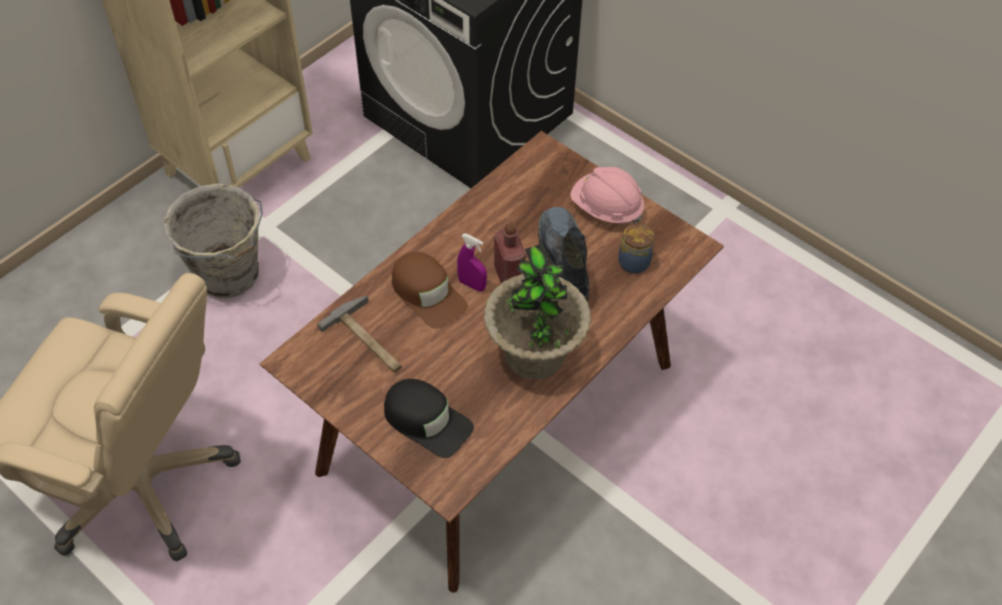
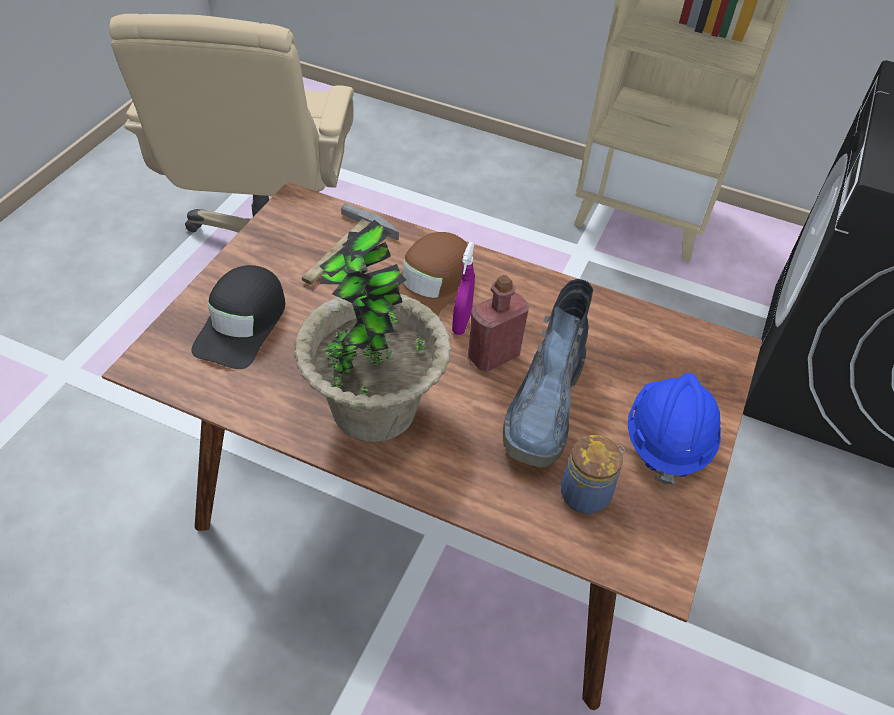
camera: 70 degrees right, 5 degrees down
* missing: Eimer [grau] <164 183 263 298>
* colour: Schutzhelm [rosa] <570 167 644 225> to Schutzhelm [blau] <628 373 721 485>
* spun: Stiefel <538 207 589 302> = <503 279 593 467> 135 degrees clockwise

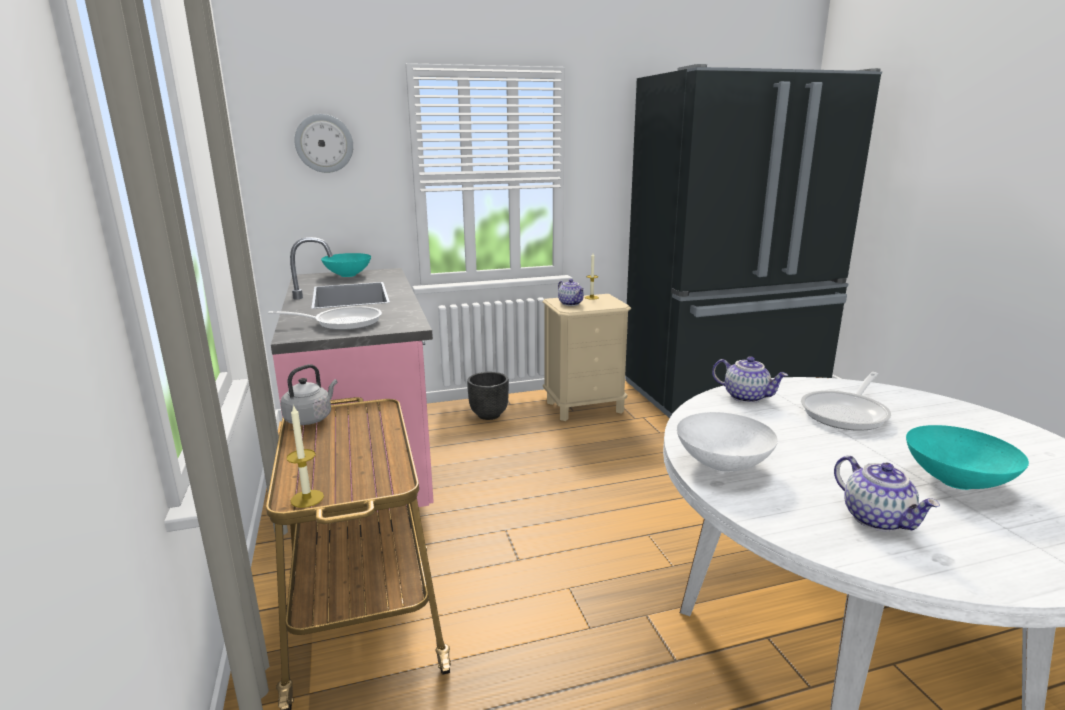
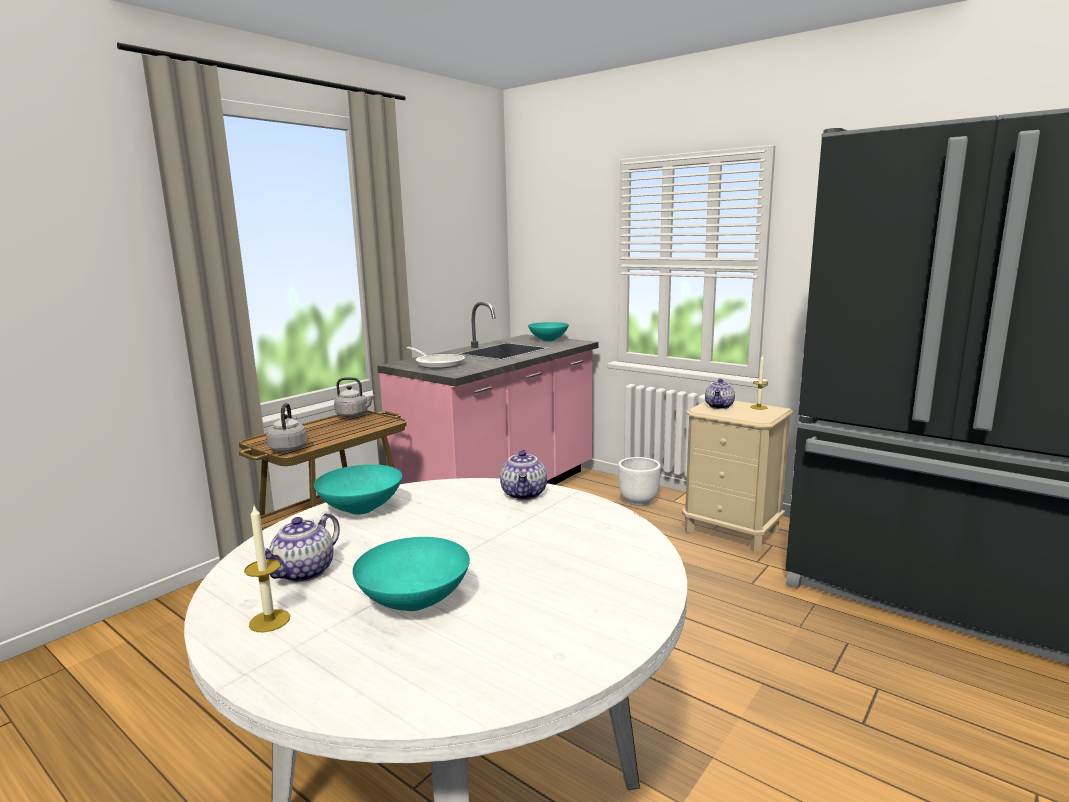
camera: 55 degrees right, 5 degrees down
* missing: Wanduhr <294 114 353 173>
* missing: Pfanne <801 372 891 431>
* appeared: Wasserkessel [grau] <266 403 307 452>
* relocated: Kerze <286 405 324 508> to <244 506 290 632>
* colour: Pflanzkübel [schwarz] <467 372 509 420> to Pflanzkübel [weiß] <618 457 661 506>
* colour: Schüssel [weiß] <677 412 778 472> to Schüssel [türkis] <314 464 402 515>

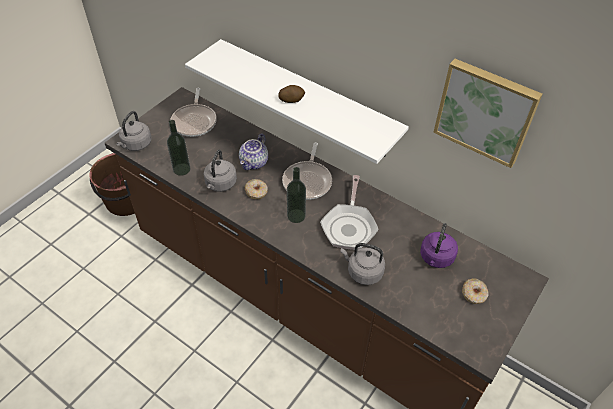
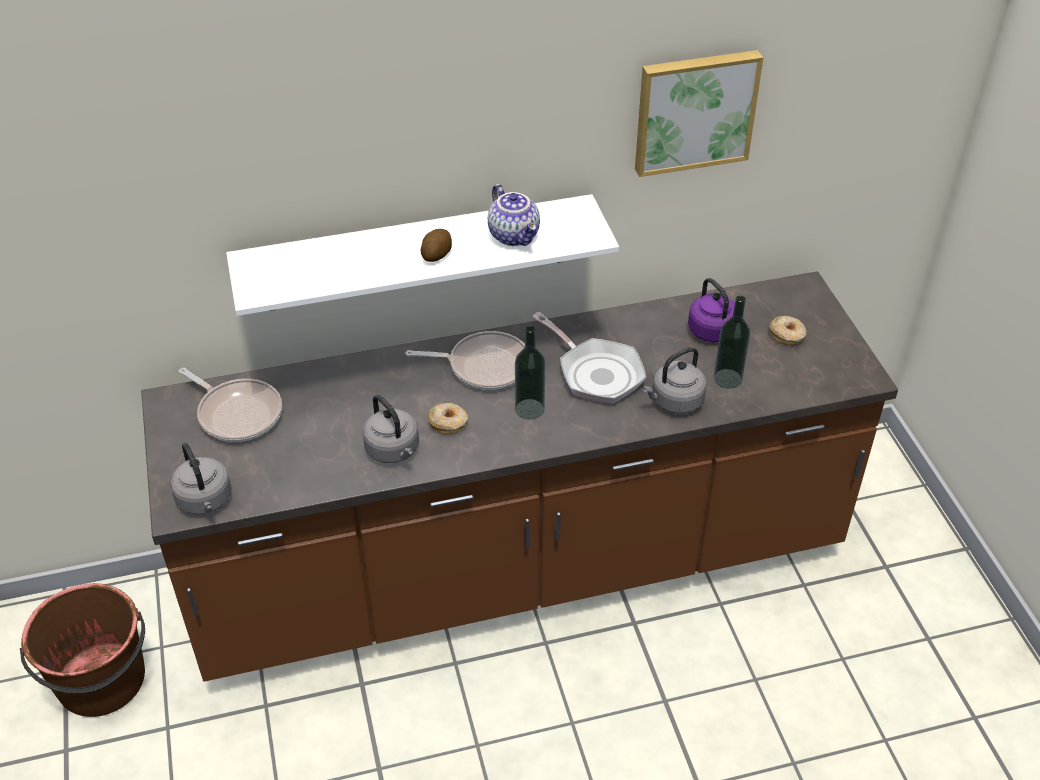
camera: 50 degrees left, 5 degrees down
* relocated: Flasche <167 120 190 176> to <714 295 750 389>
* relocated: Teekanne <239 133 268 170> to <488 184 540 246>
* spun: Pfanne <282 142 332 200> = <406 331 525 390> 45 degrees counterclockwise

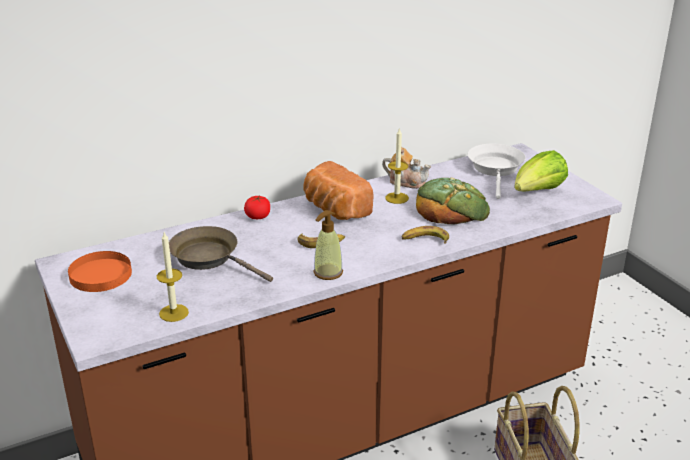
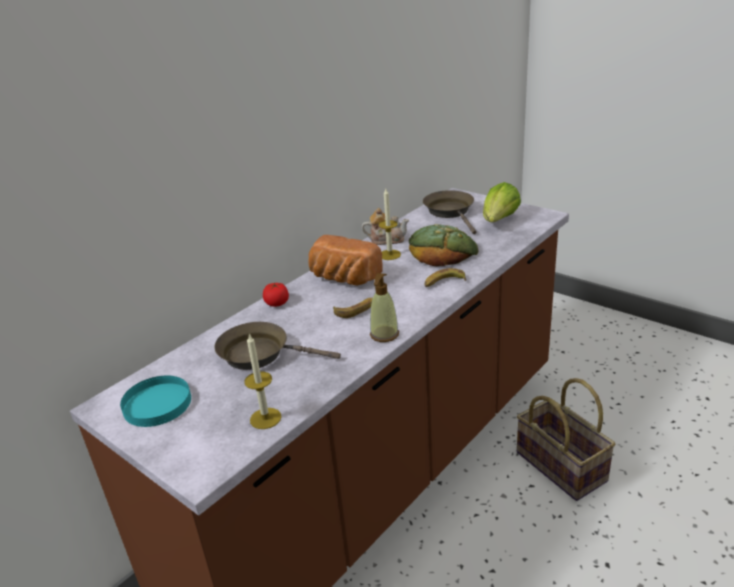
camera: 20 degrees left, 0 degrees up
* colour: Teller [orange] <68 251 132 292> to Teller [türkis] <120 375 191 427>
* colour: Pfanne [weiß] <468 143 526 199> to Pfanne [braun] <423 190 476 234>

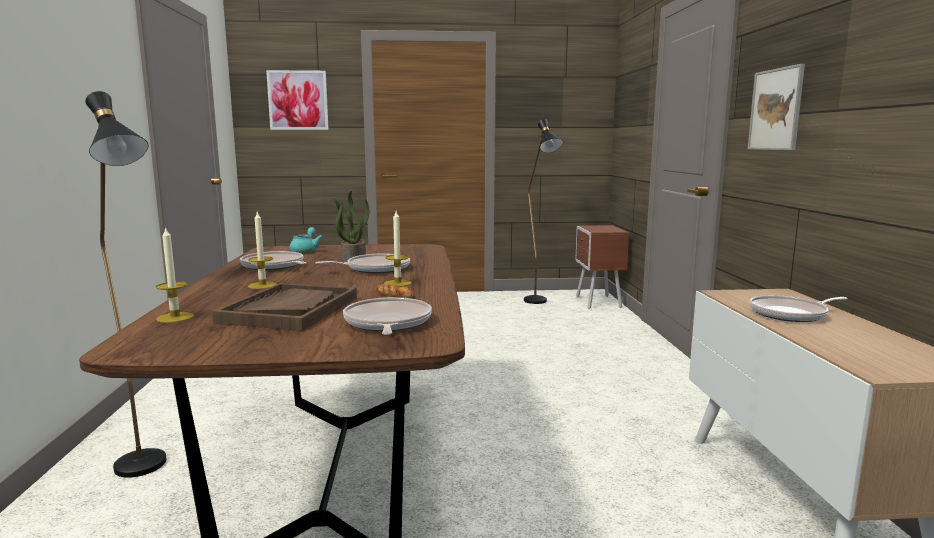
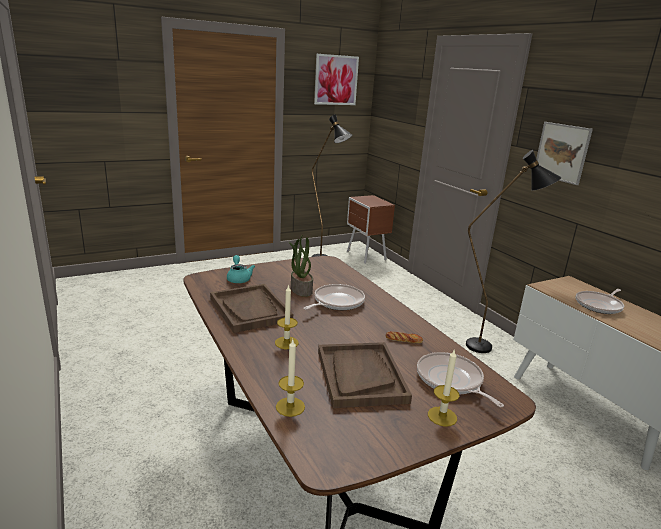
camera: 25 degrees left, 10 degrees up
* relocated: Stehlampe [schwarz] <85 91 166 478> to <466 150 562 353>
* relocated: Bild <266 70 329 130> to <314 54 359 105>
* relocated: Kerze <384 211 412 287> to <428 349 459 427>
* exchanged: Pfanne <240 251 306 270> to Tablett [braun] <210 284 293 333>

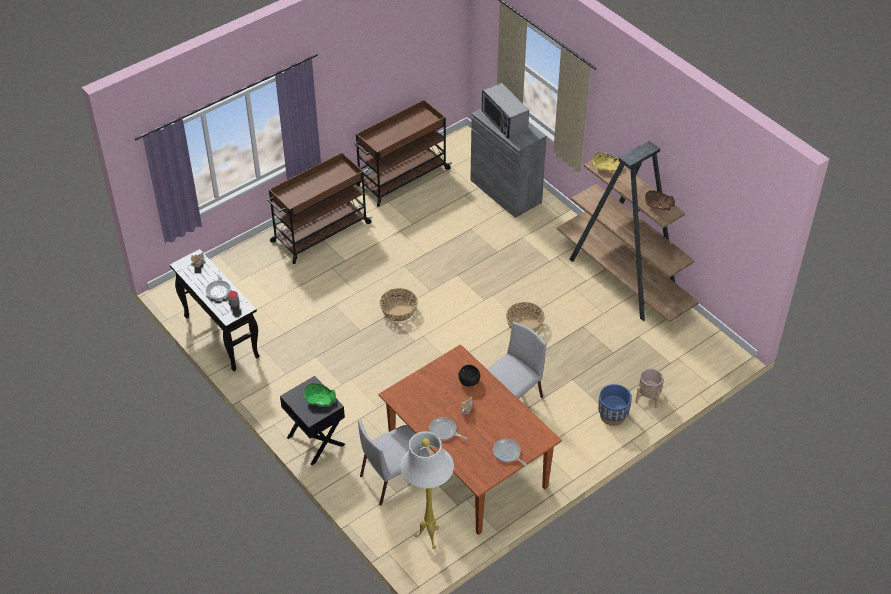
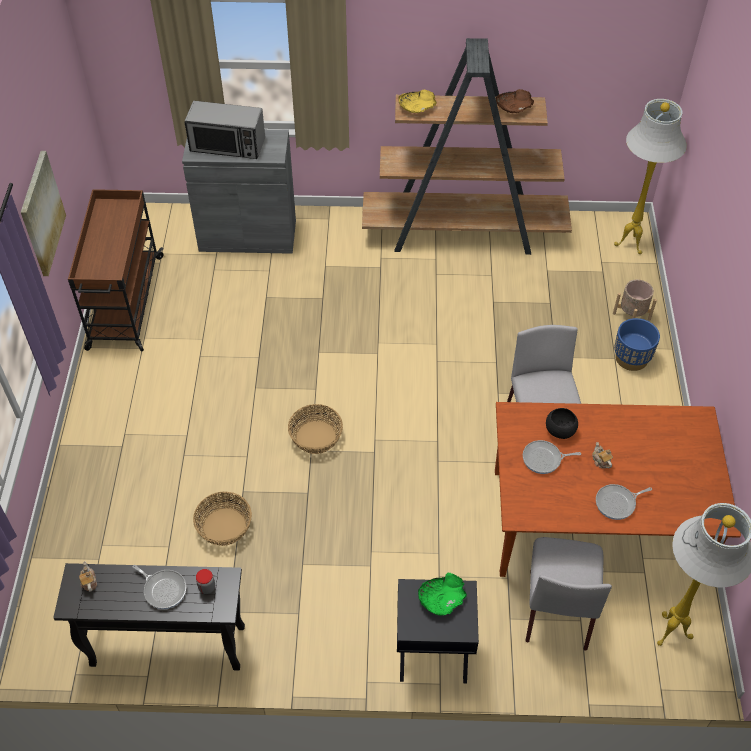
camera: 50 degrees left, 5 degrees up
* missing: Rollwagen [braun] <267 152 372 264>
* appeared: Bild <21 151 66 276>
* appeared: Stehlampe [weiß] <614 99 687 254>
* relocated: Pfanne <493 439 528 466> to <523 440 581 474>
* relocated: Korb <506 302 545 332> to <193 492 252 546>

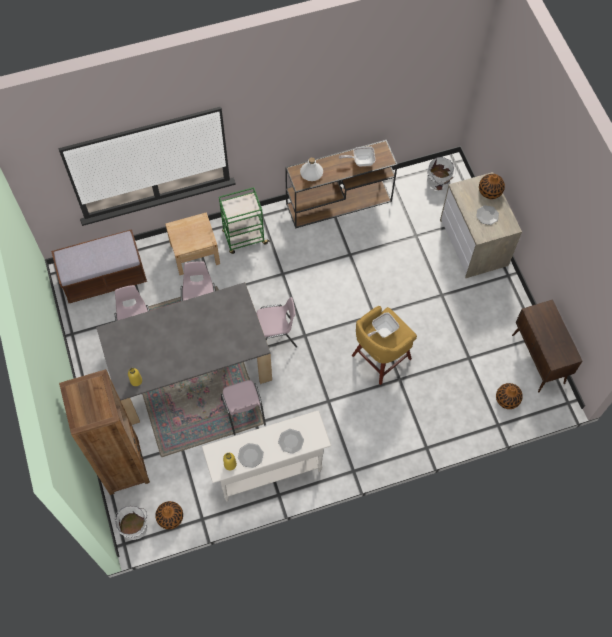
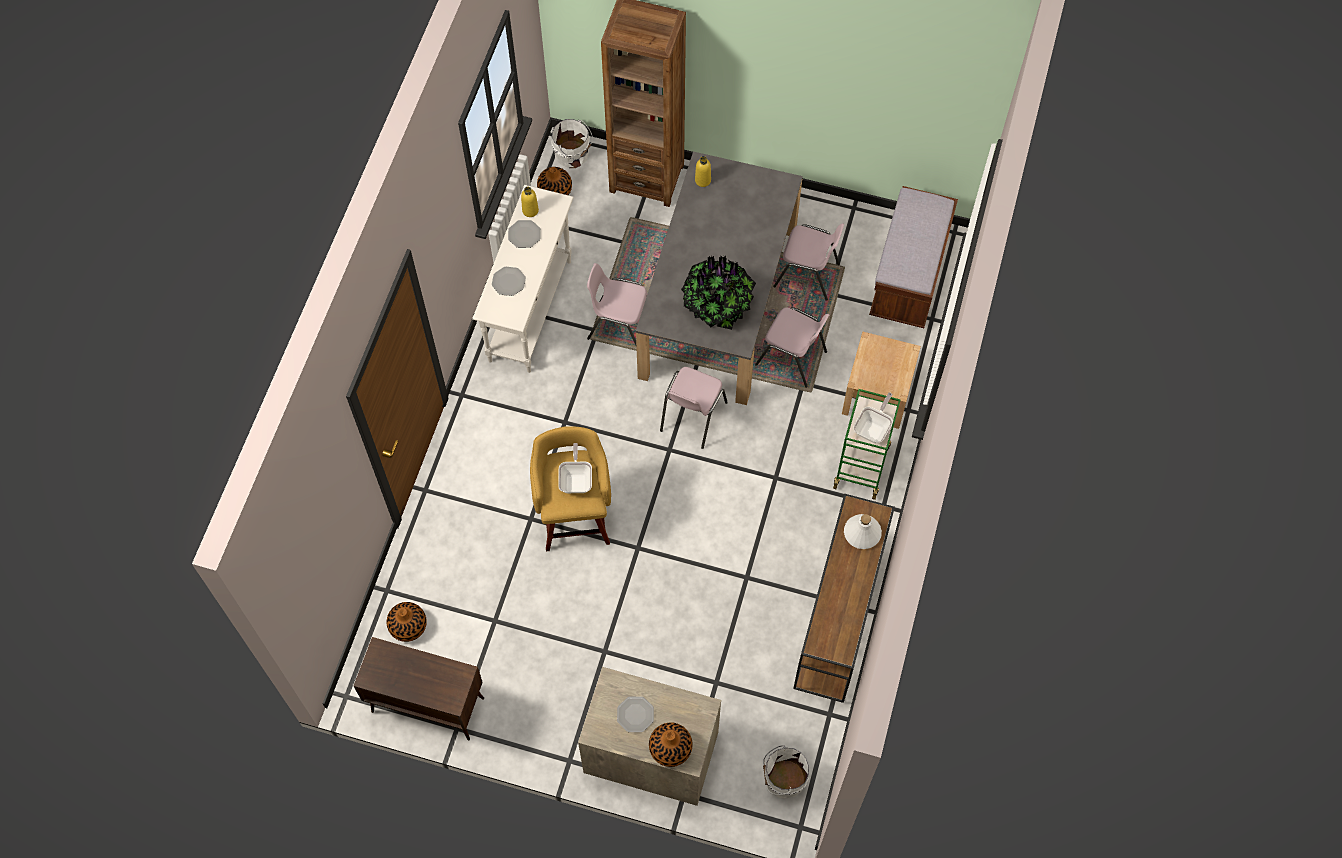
camera: 125 degrees right, 0 degrees up
* appeared: Topfpflanze <681 256 756 330>
* relocated: Pfanne <339 146 375 166> to <853 392 893 443>

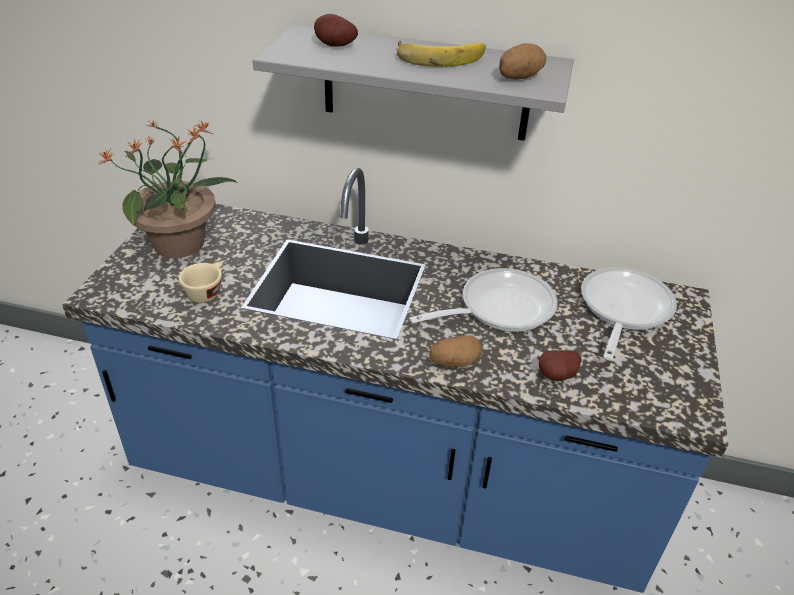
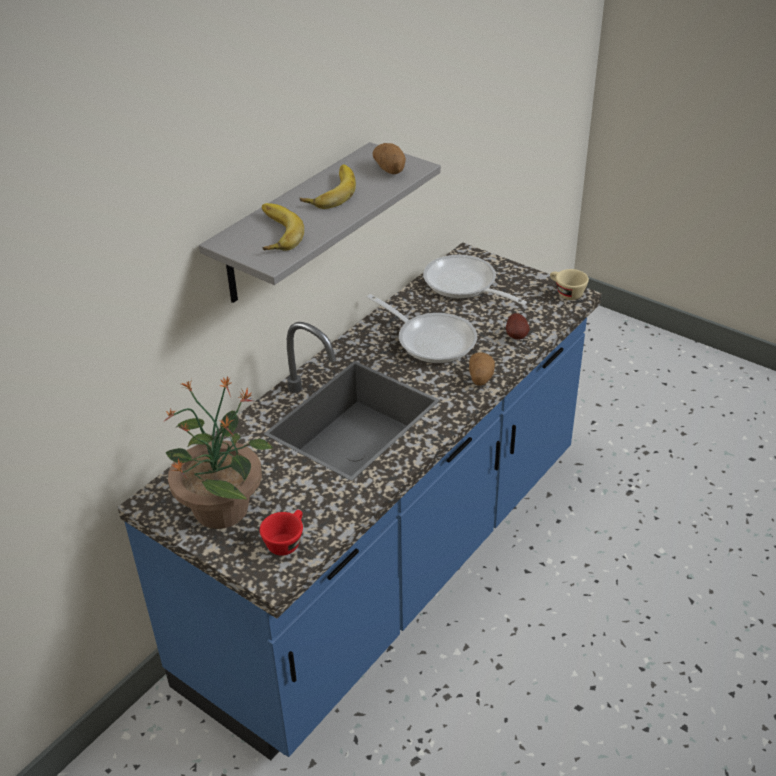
camera: 65 degrees left, 0 degrees up
* appeared: Tasse [rot] <260 510 303 556>
* relocated: Tasse [beige] <179 262 223 303> to <550 269 589 300>
* exchanged: Kartoffel <314 14 358 46> to Banane <262 203 304 251>
* spun: Pfanne <409 268 558 332> = <367 294 477 363> 135 degrees clockwise

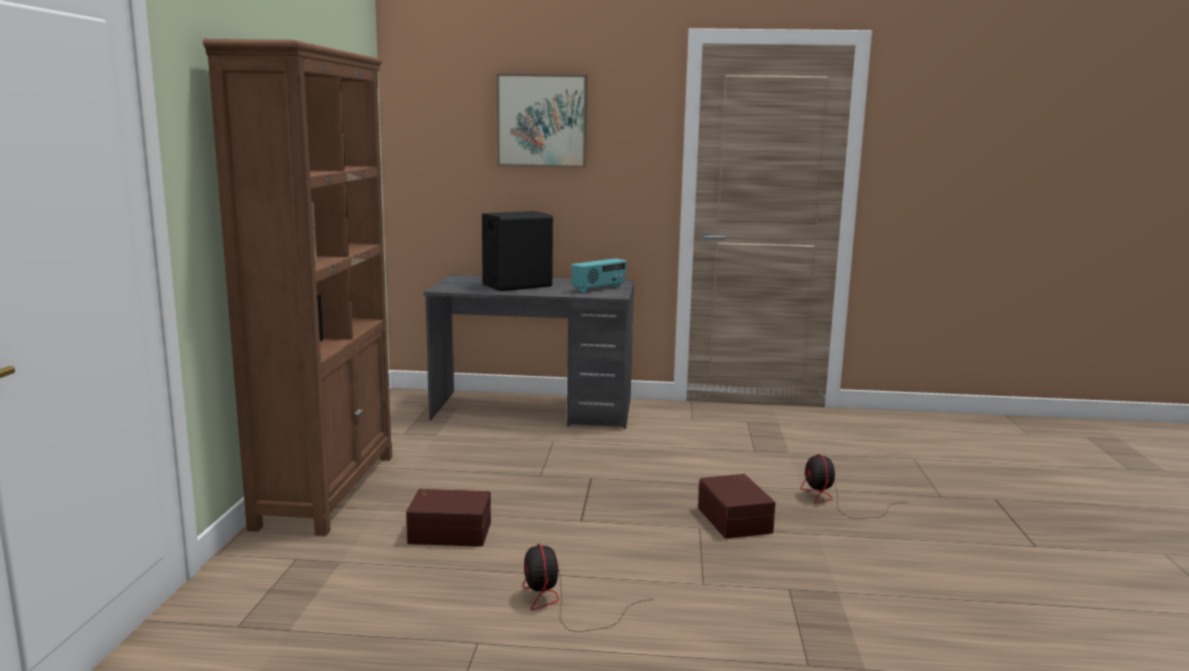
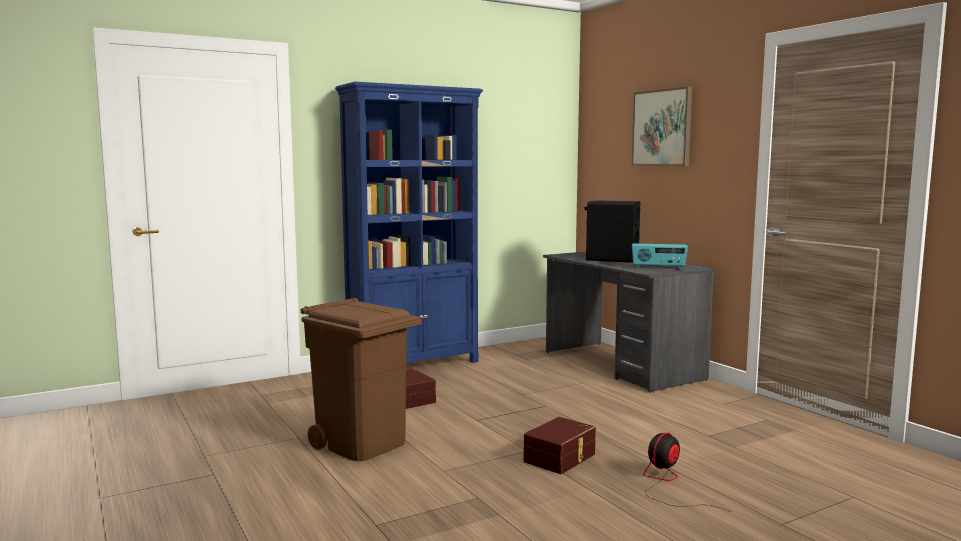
camera: 55 degrees right, 5 degrees down
* exchanged: Ventilator <522 544 654 632> to Mülleimer [braun] <300 298 422 461>
* colour: Bücherregal [braun] <203 39 392 536> to Bücherregal [blau] <335 82 483 363>

